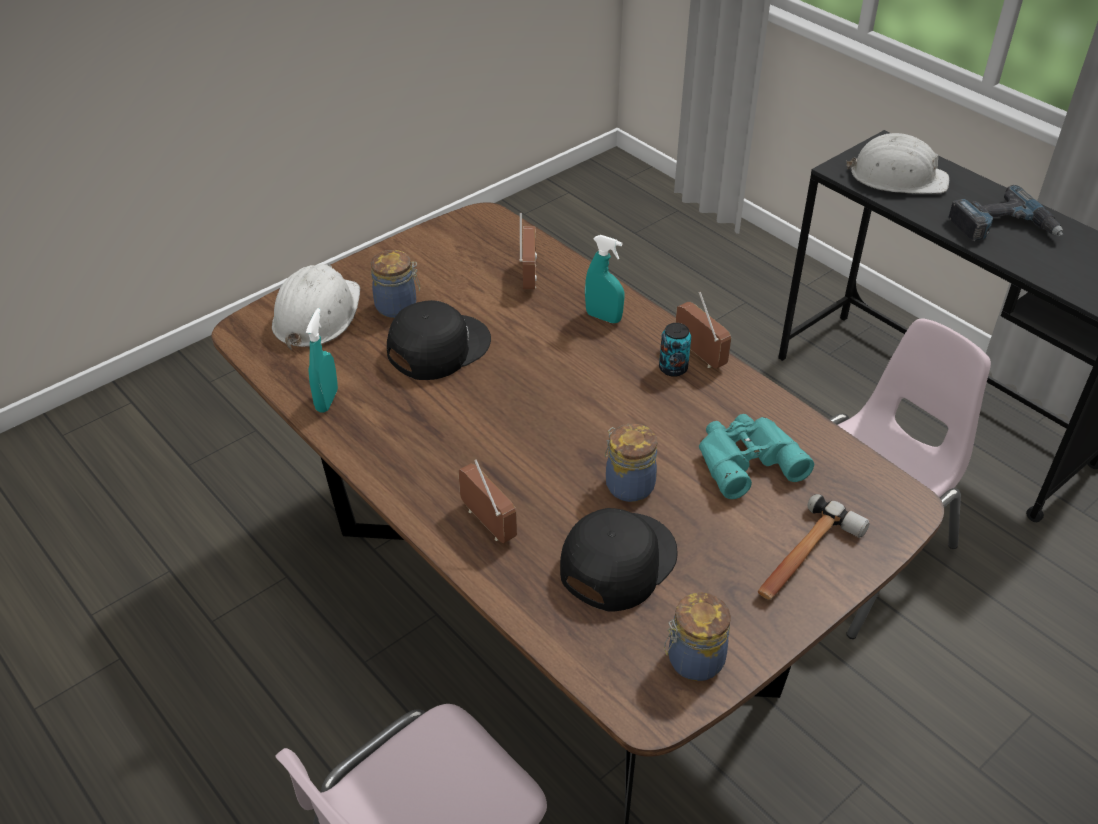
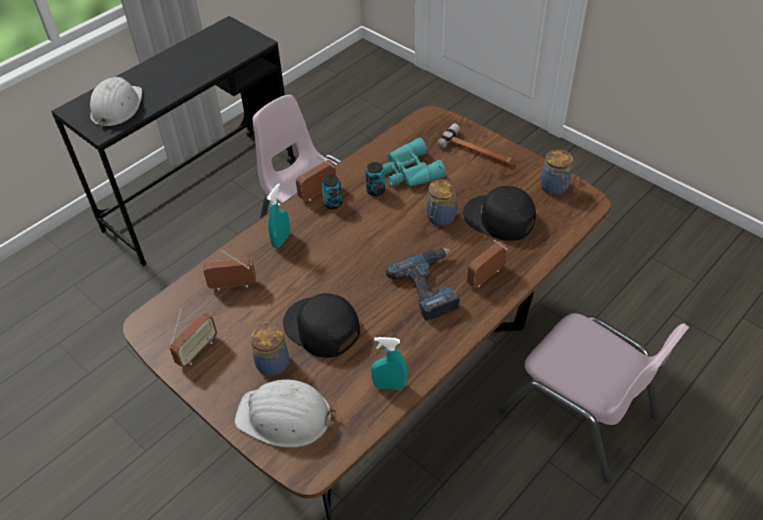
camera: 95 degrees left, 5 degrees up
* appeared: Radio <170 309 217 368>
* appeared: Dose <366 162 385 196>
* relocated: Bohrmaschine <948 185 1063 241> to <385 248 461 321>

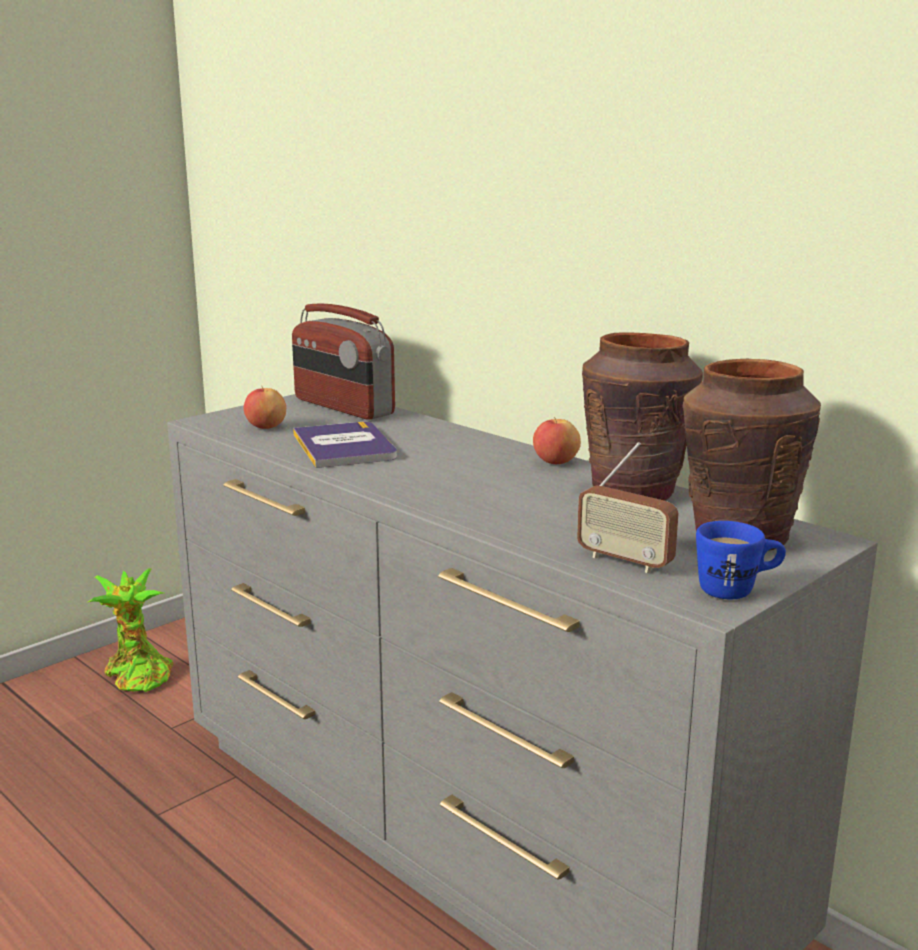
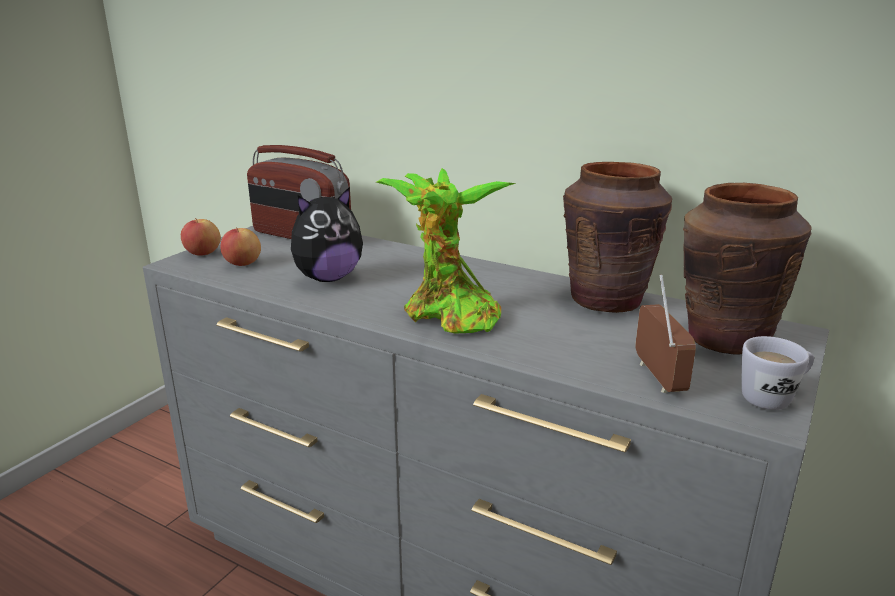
camera: 15 degrees left, 5 degrees up
* relocated: Topfpflanze <86 568 173 692> to <376 168 516 334>
* relocated: Apfel <533 417 581 464> to <181 218 221 256>
* exchanged: Buch <293 422 397 468> to Plüschtier <291 187 363 282>
* colour: Henkelbecher [blau] <696 521 786 599> to Henkelbecher [weiß] <741 336 814 410>
* spun: Radio <577 442 679 573> = <635 275 696 393> 120 degrees counterclockwise

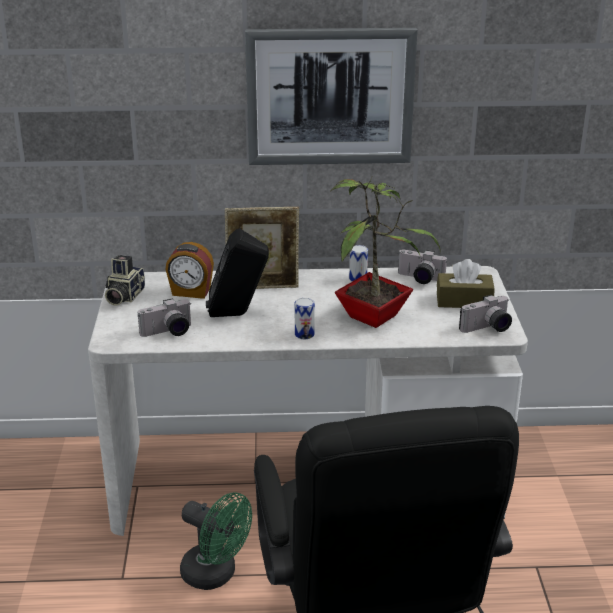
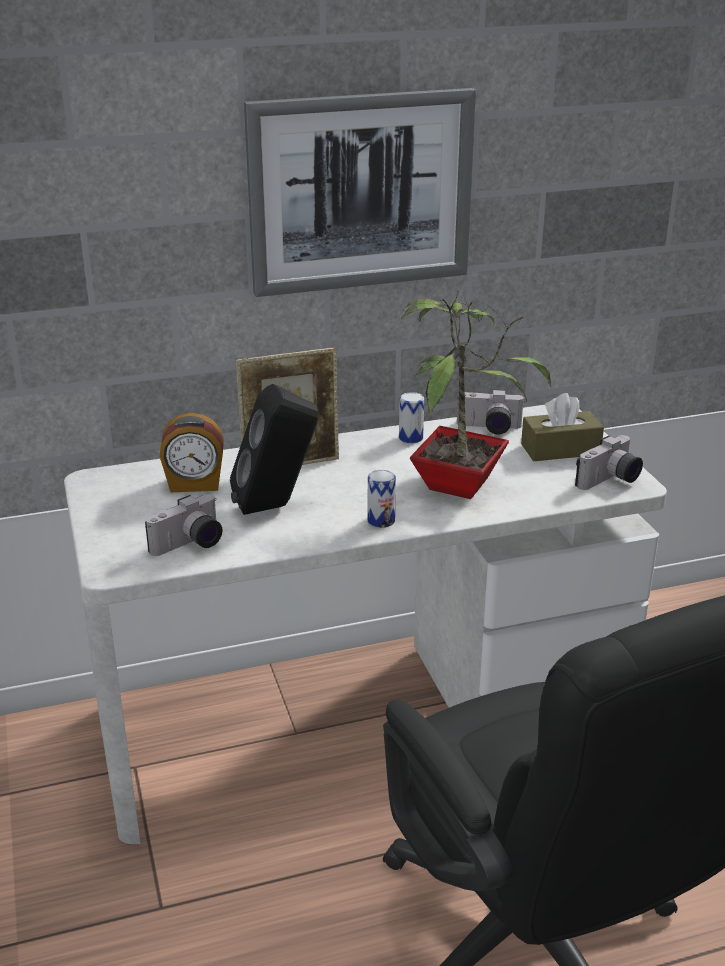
camera: 15 degrees left, 0 degrees up
* missing: Kamera <105 255 145 306>
* missing: Ventilator [grün] <180 492 252 590>

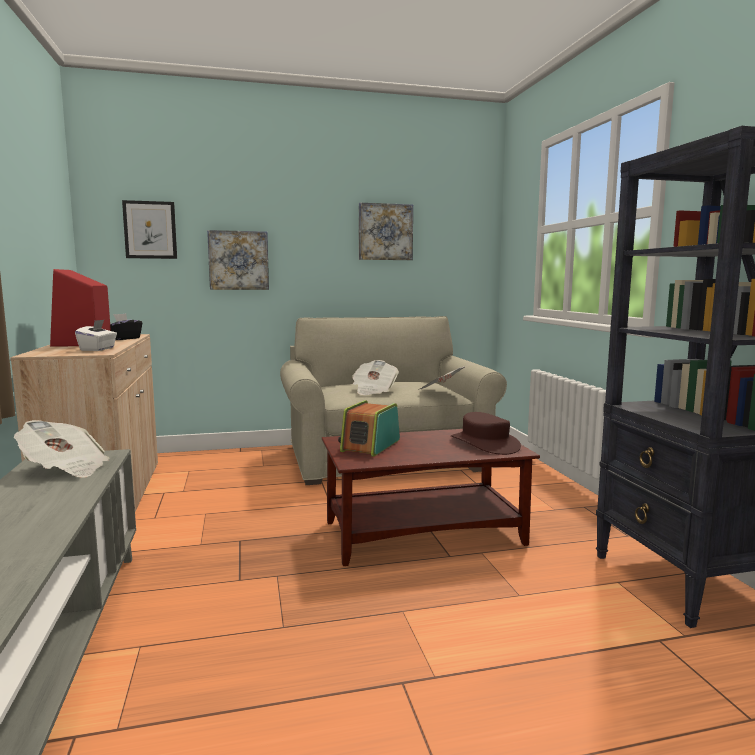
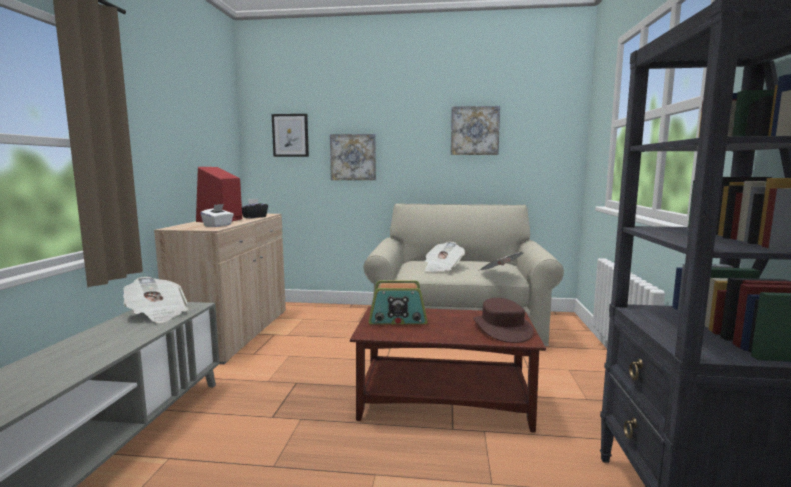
camera: 20 degrees right, 0 degrees up
* spun: Radio <338 400 400 457> = <369 281 427 324> 135 degrees counterclockwise

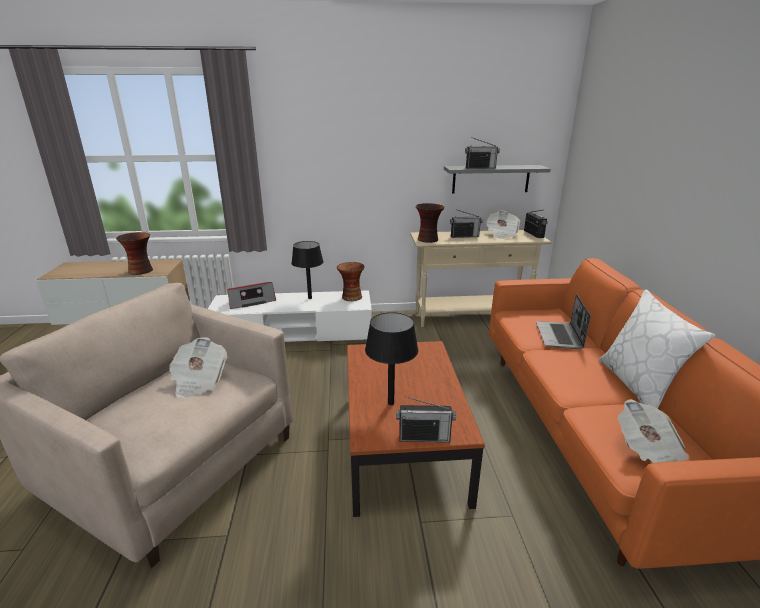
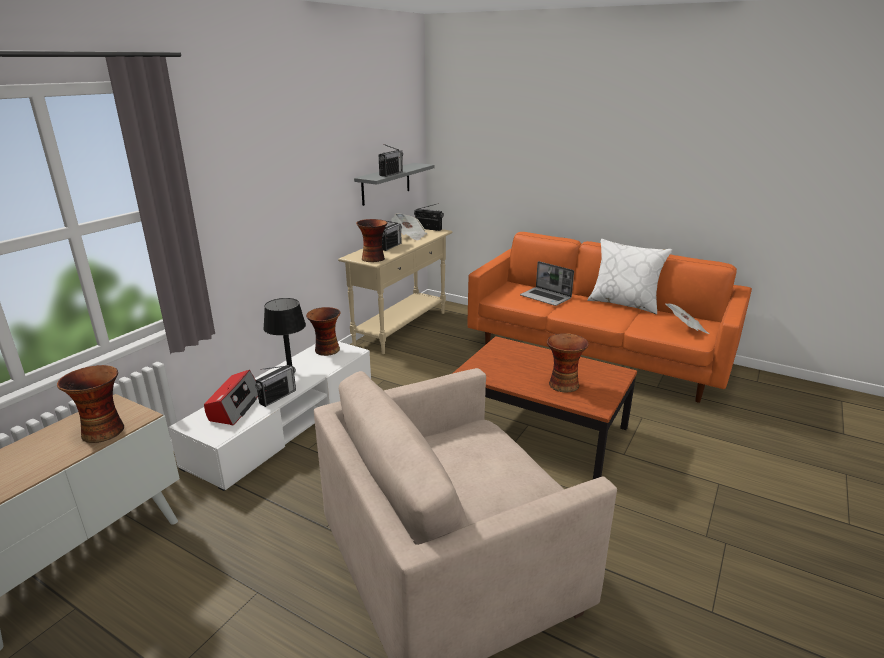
camera: 55 degrees left, 0 degrees up
* missing: Zeitung <169 337 227 398>
* relocated: Radio <396 396 456 442> to <255 365 296 407>
* exchanged: Tischlampe [schwarz] <365 312 418 405> to Vase <547 333 589 392>

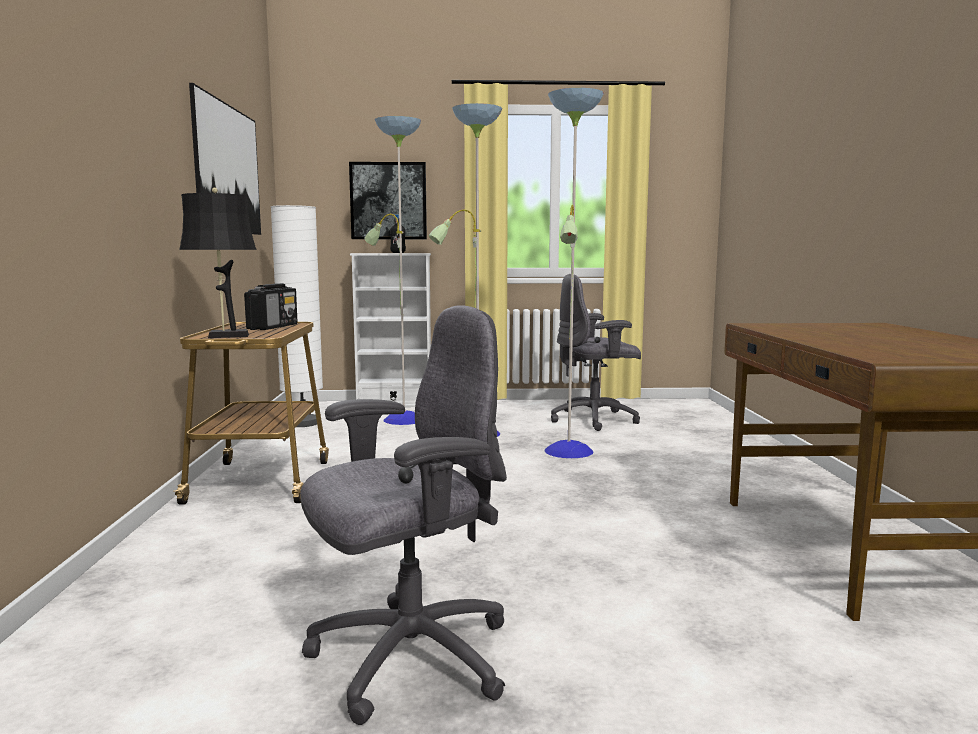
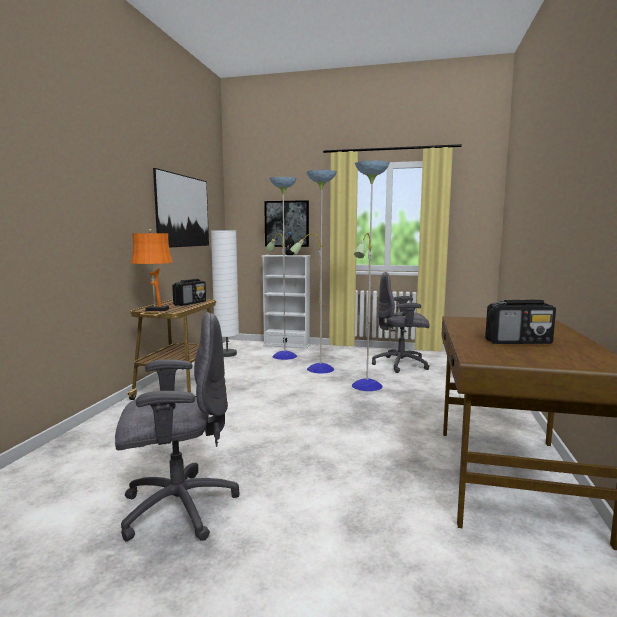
camera: 15 degrees right, 0 degrees up
* appeared: Radio <485 300 556 344>
* colour: Tischlampe [schwarz] <179 188 257 338> to Tischlampe [orange] <131 229 173 311>

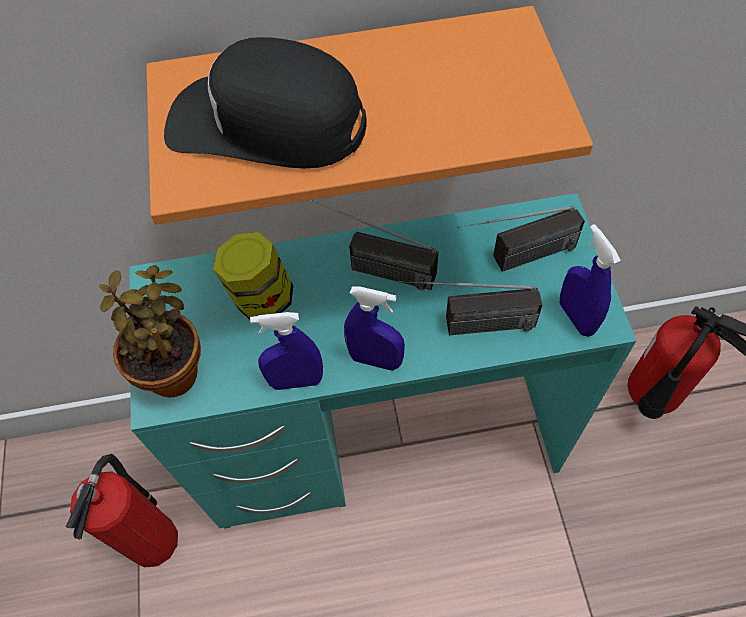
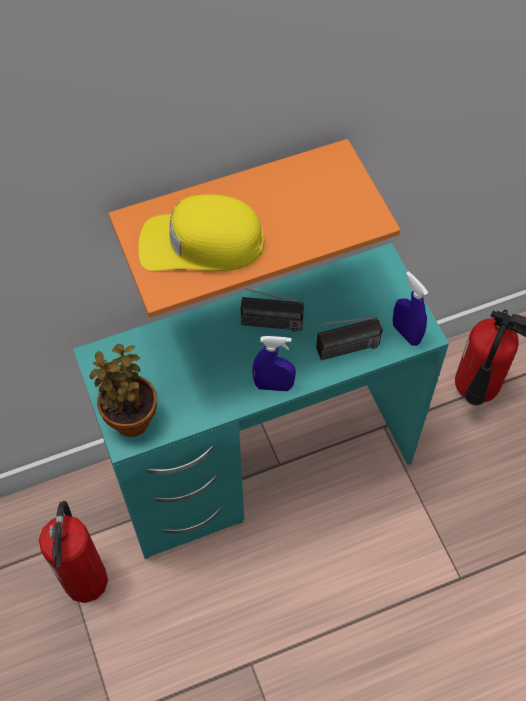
camera: 15 degrees left, 0 degrees up
* missing: Vorratsglas <213 232 293 320>
* missing: Sprühflasche [blau] <250 312 323 390>
* missing: Radio <457 206 585 272>
* colour: Kappe [schwarz] <164 37 367 168> to Kappe [gelb] <138 195 265 271>

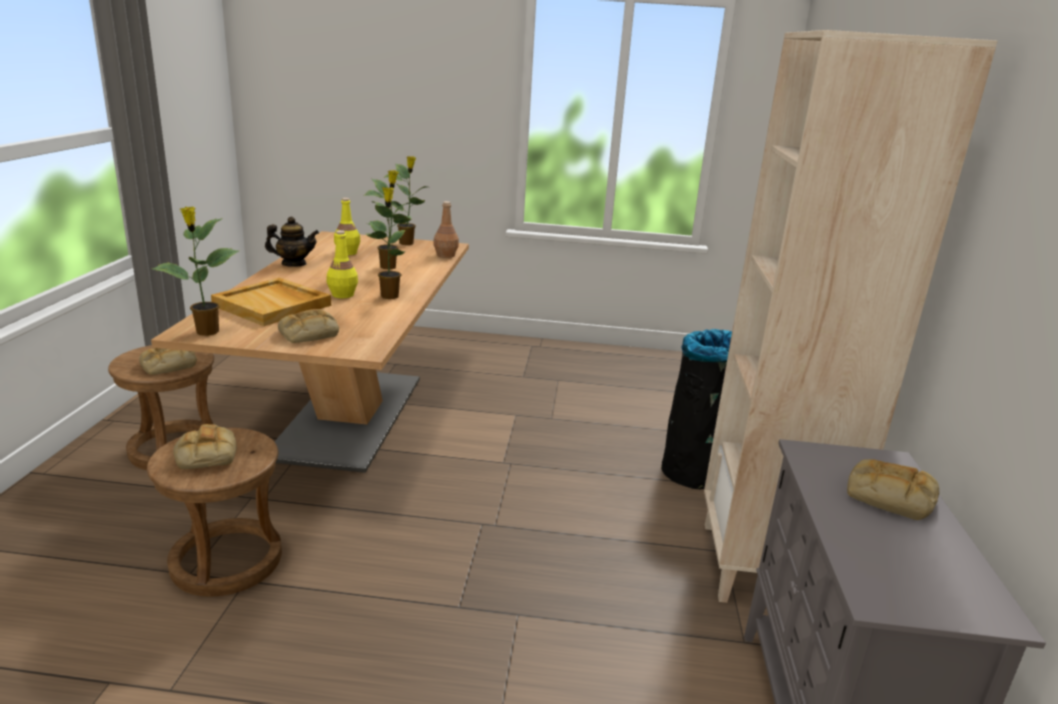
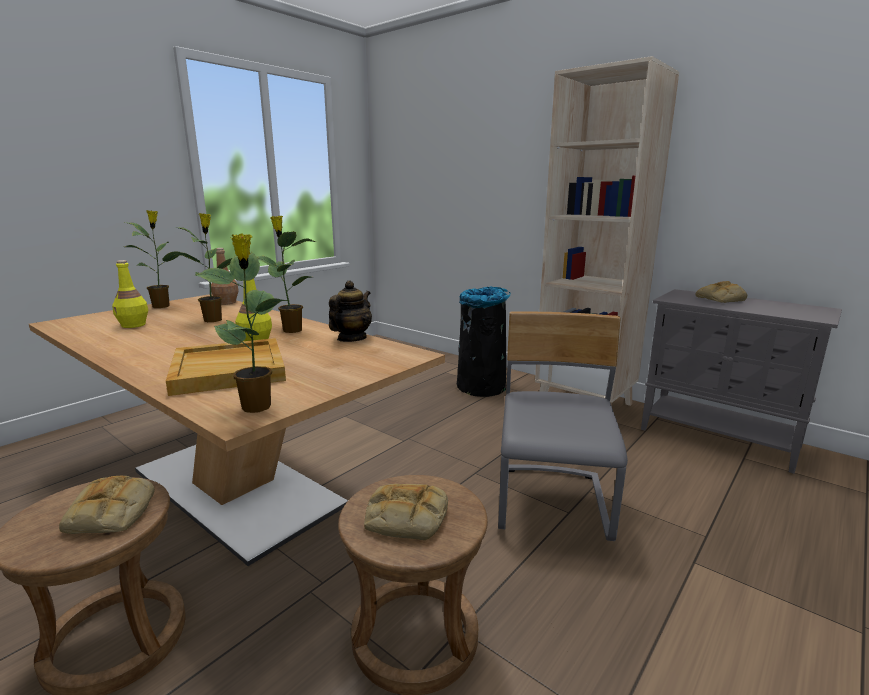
camera: 55 degrees left, 5 degrees down
* missing: Brot <278 309 339 343>
* appeared: Stuhl [grau] <498 312 628 541>
* relocated: Teekanne <265 216 319 267> to <329 280 372 342>

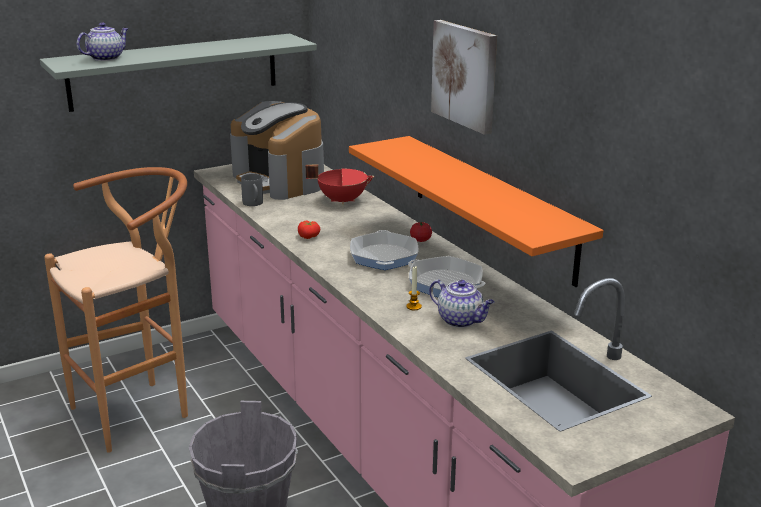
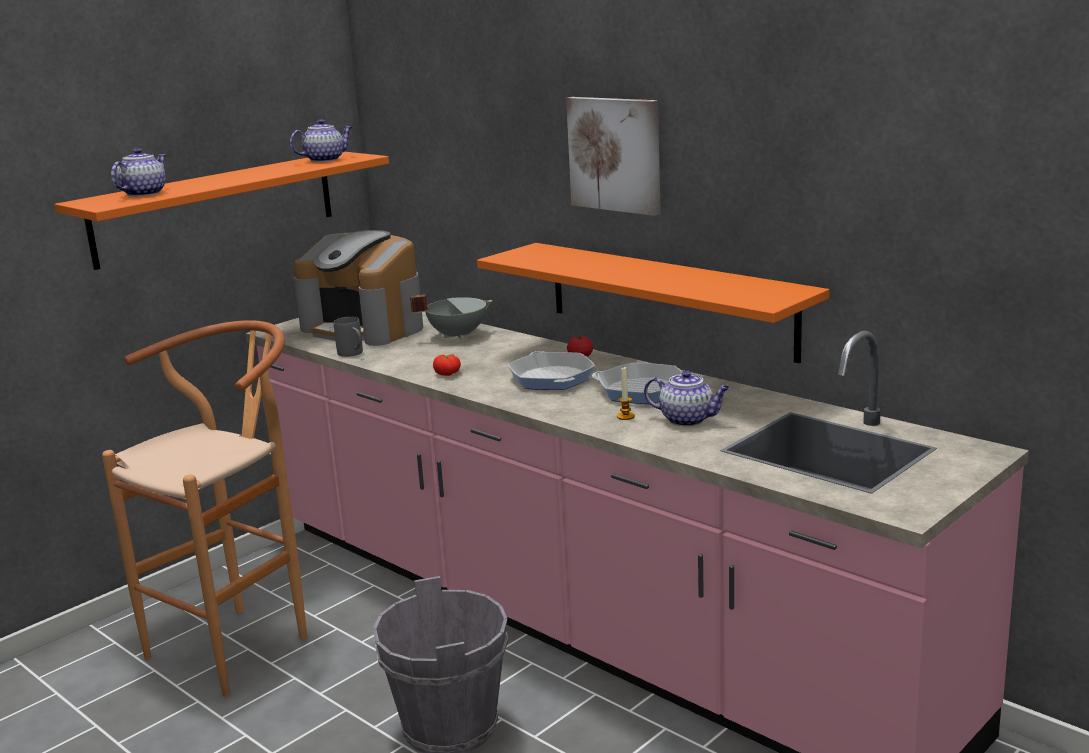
camera: 15 degrees left, 5 degrees down
* appeared: Teekanne <290 119 352 162>
* colour: Wandregal [grau] <40 34 317 112> to Wandregal [orange] <54 152 389 270>
* colour: Kochtopf [rot] <306 165 375 205> to Kochtopf [grau] <410 295 493 340>

